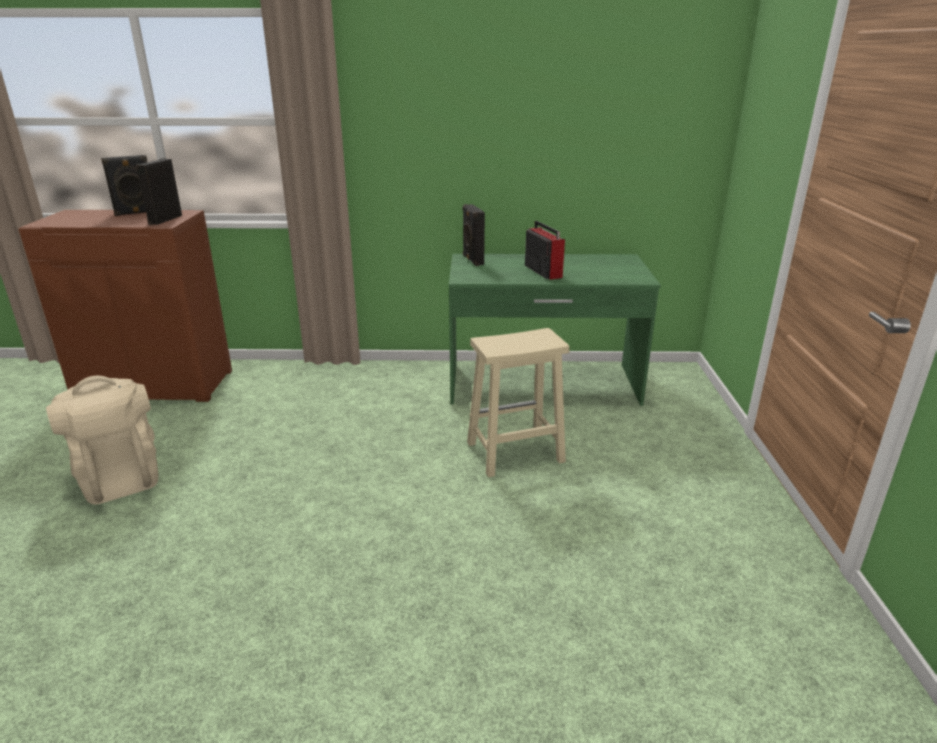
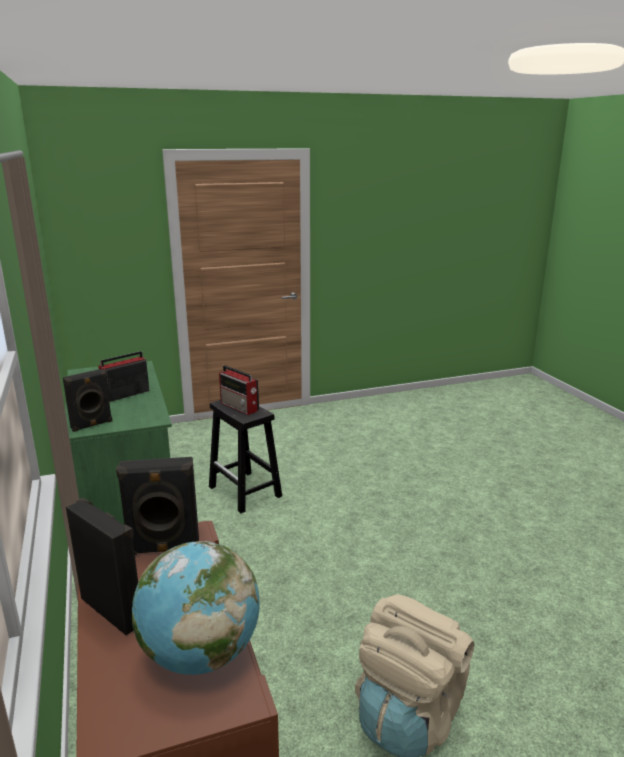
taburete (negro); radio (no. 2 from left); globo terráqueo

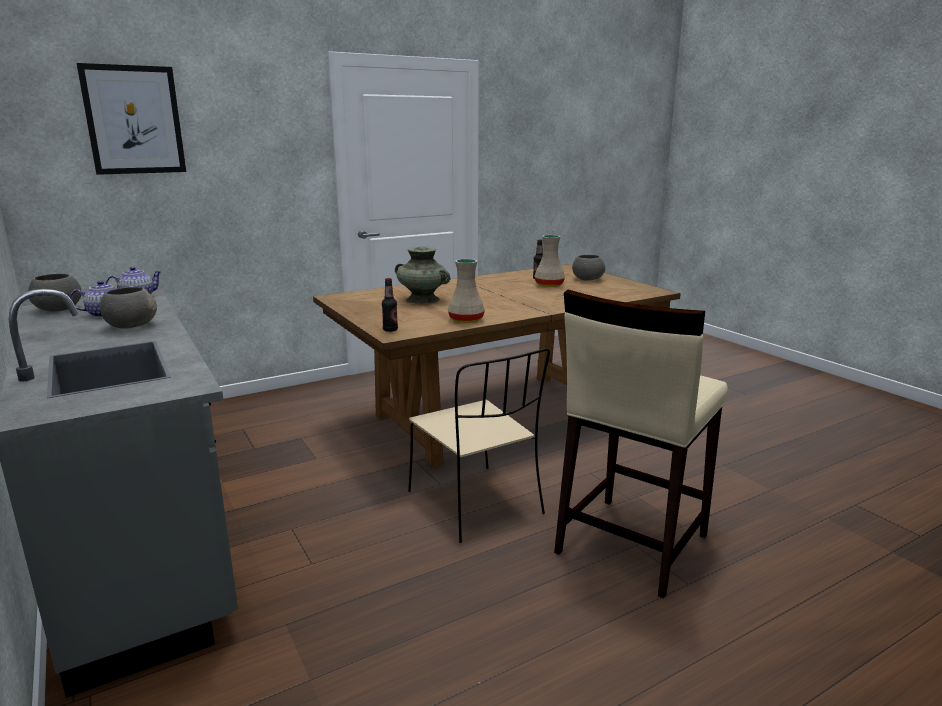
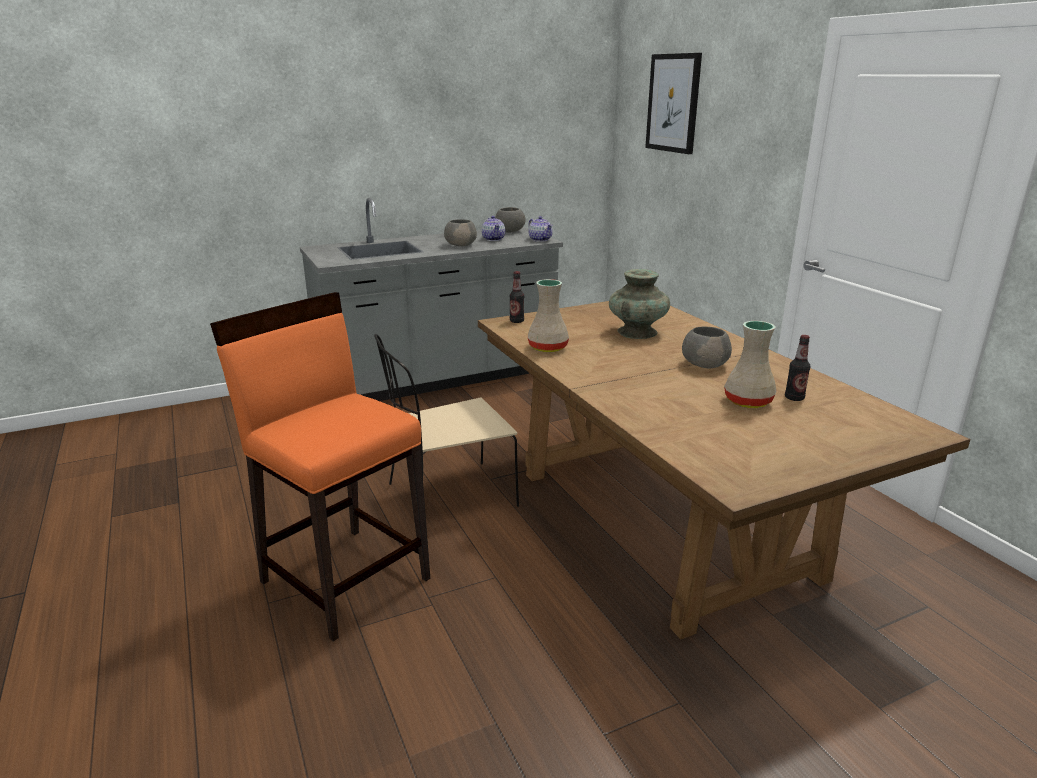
cuenco (gris) (no. 3 from left); taburete (naranja)

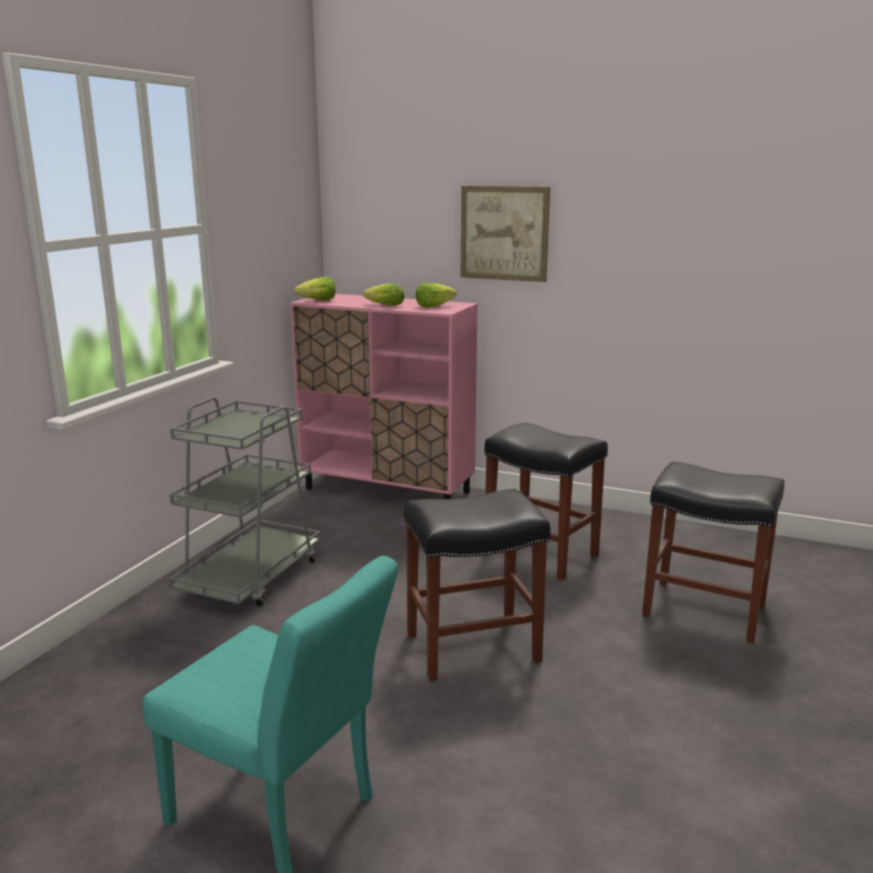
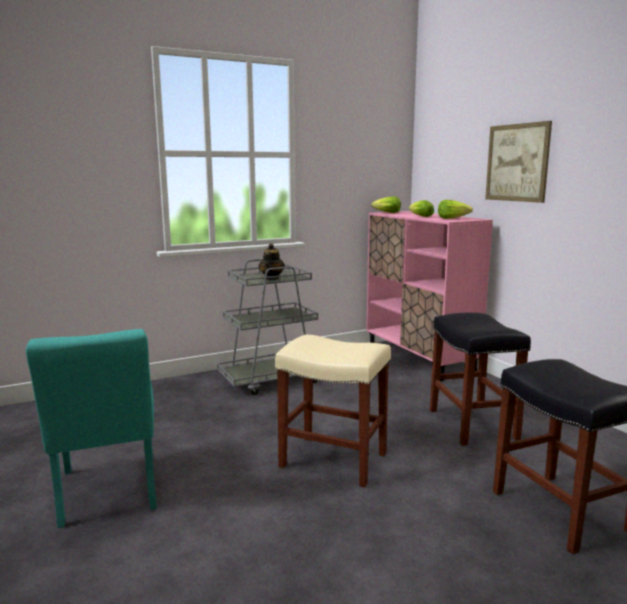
taburete (beis); tetera

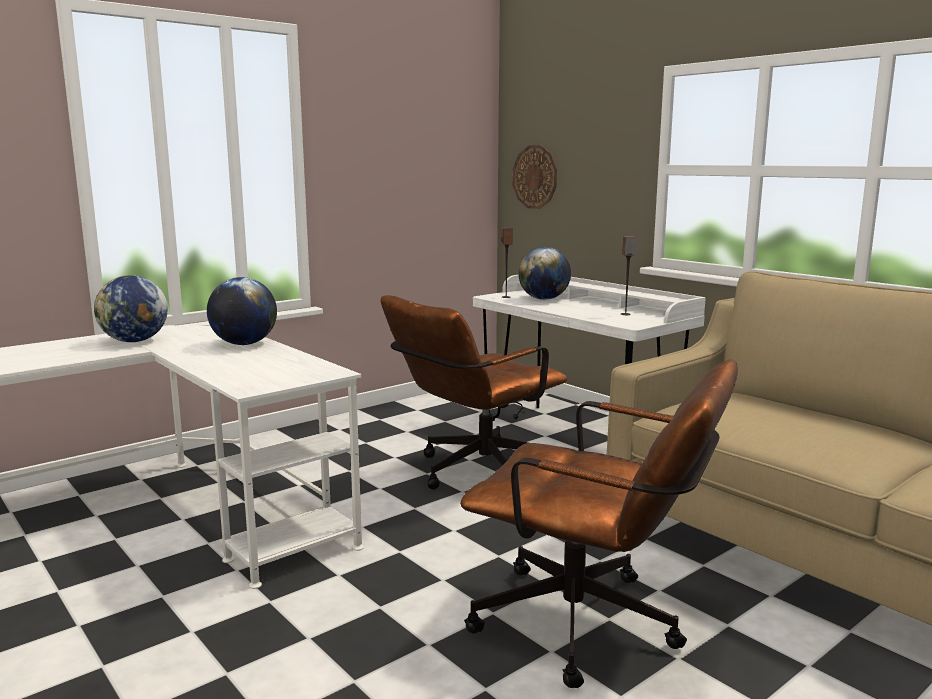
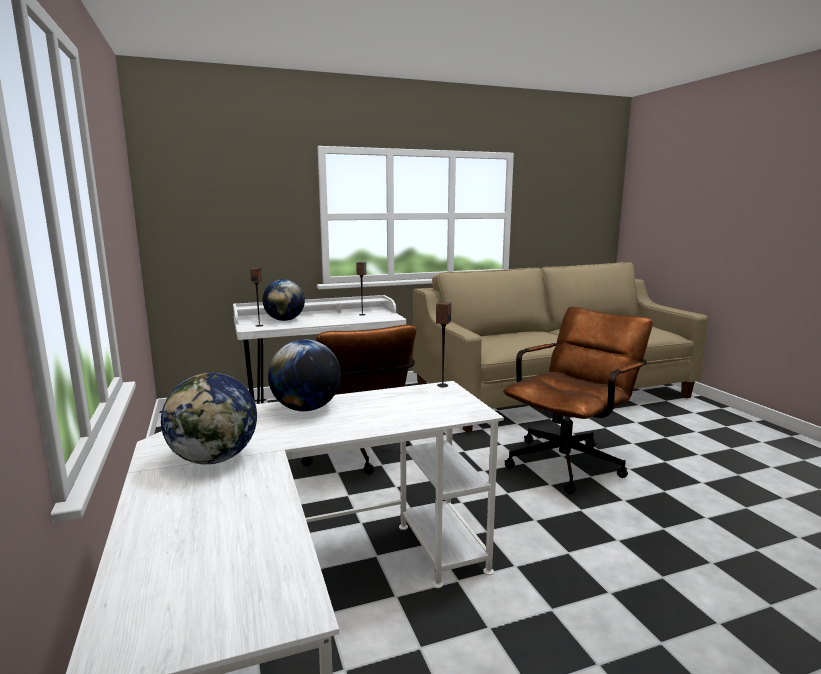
reloj de pared; altavoz (no. 3 from left)

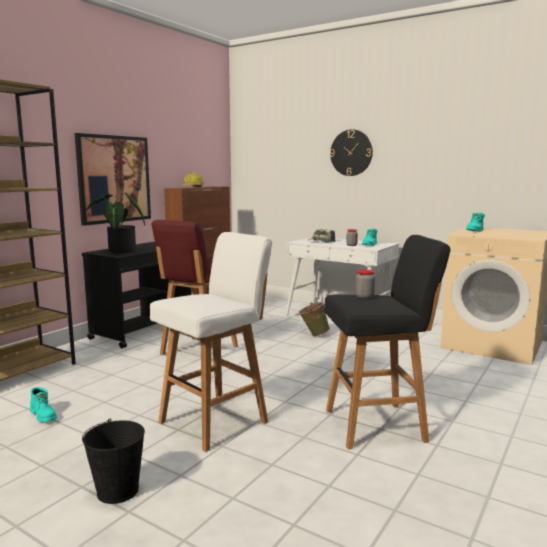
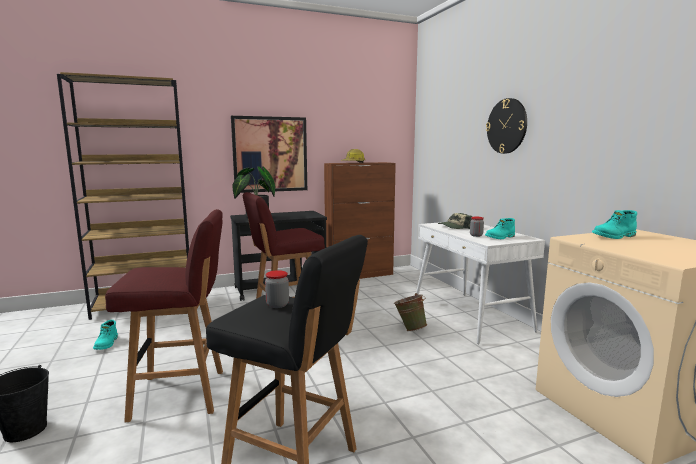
taburete (rojo) (no. 1 from left)

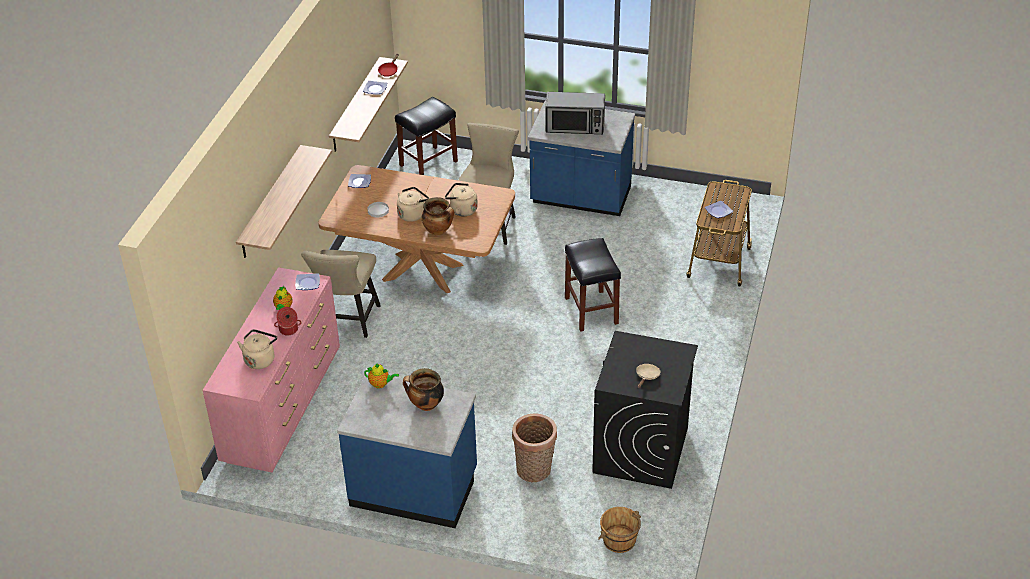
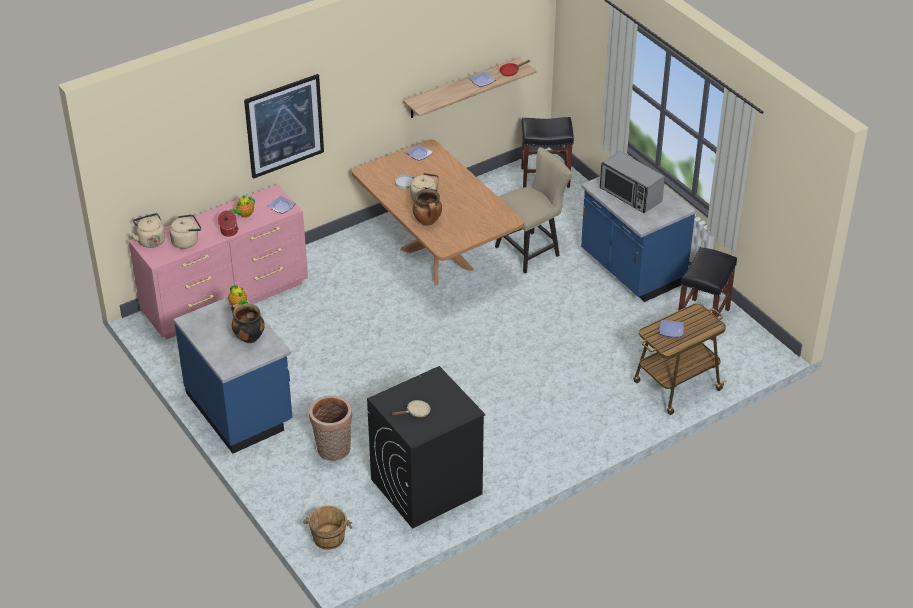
cuadro; hervidor (beis) (no. 1 from left); taburete (negro) (no. 2 from left); silla (beis) (no. 1 from left in the first image)

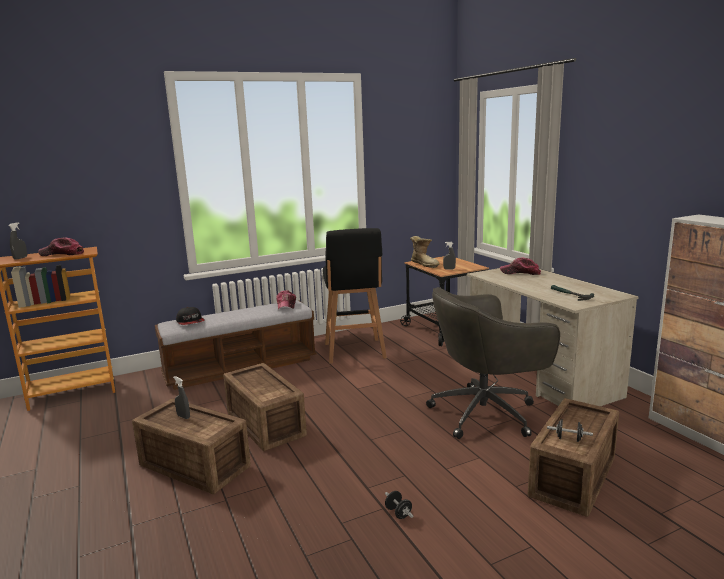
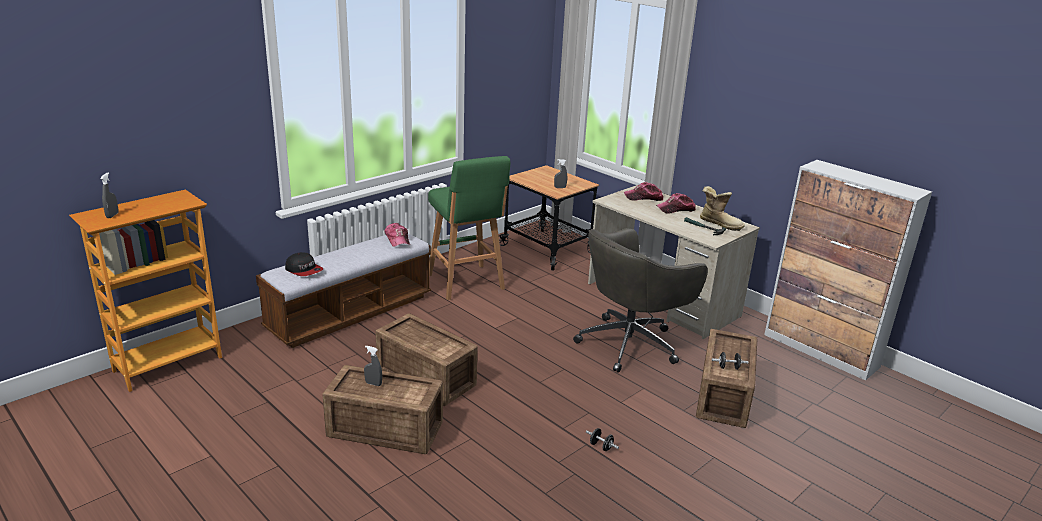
taburete (verde); bota; gorra (no. 4 from left)

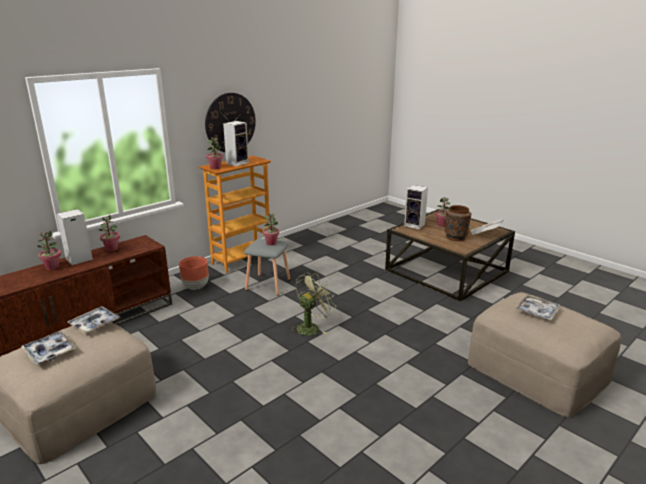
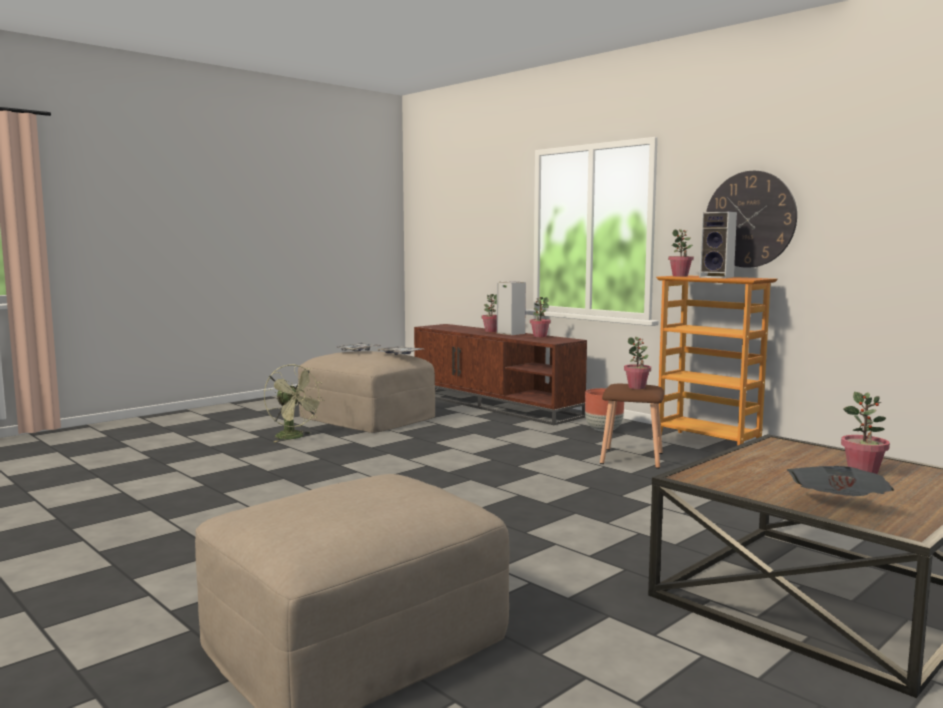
altavoz (no. 3 from left in the first image); florero (marrón); taburete (marrón); ventilador (verde); bandeja (no. 3 from left in the first image)

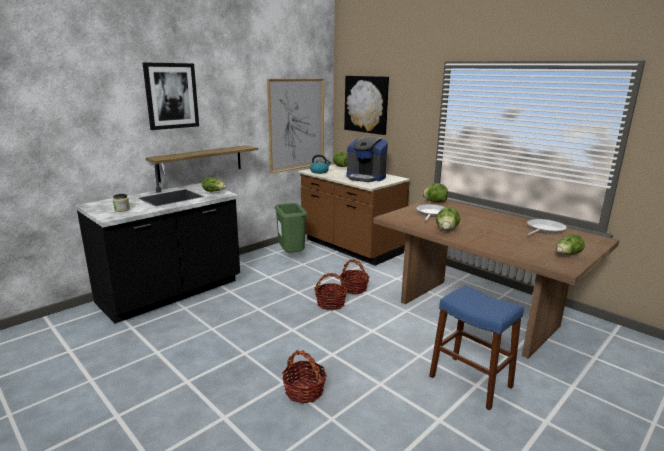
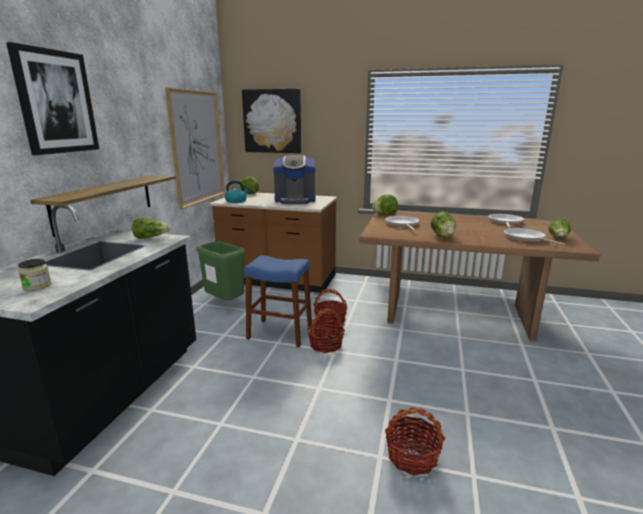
taburete (azul); sartén (no. 3 from left)

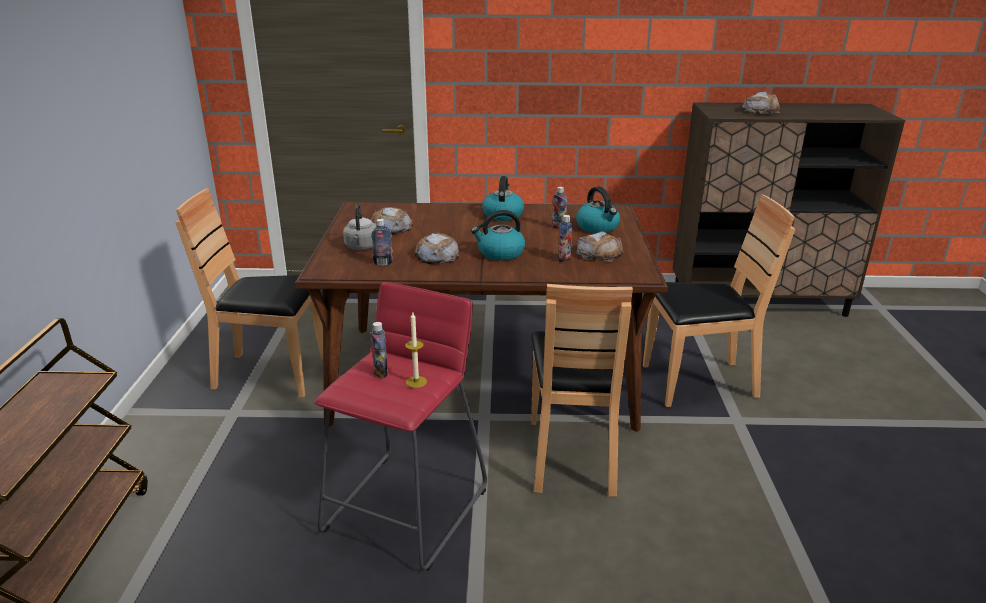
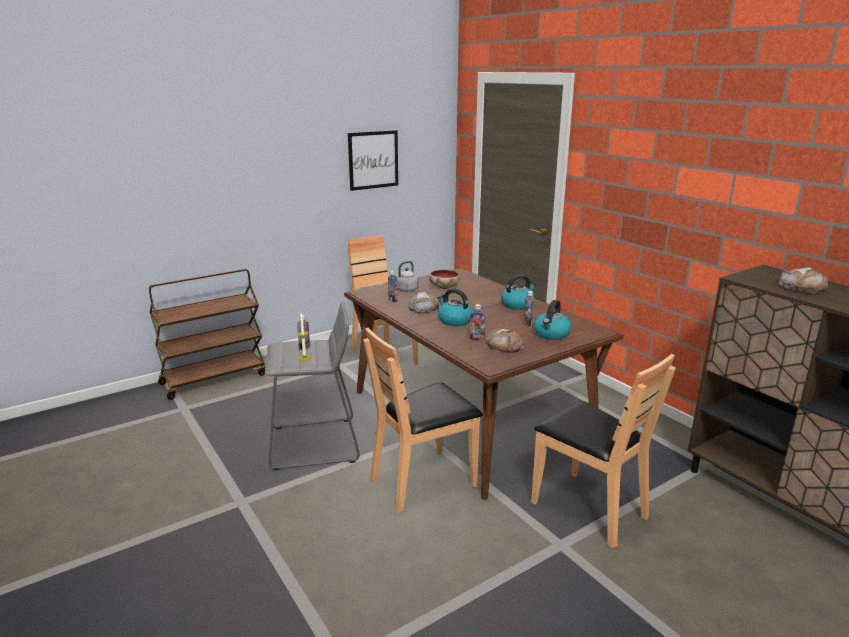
cuenco; taburete (gris); cuadro

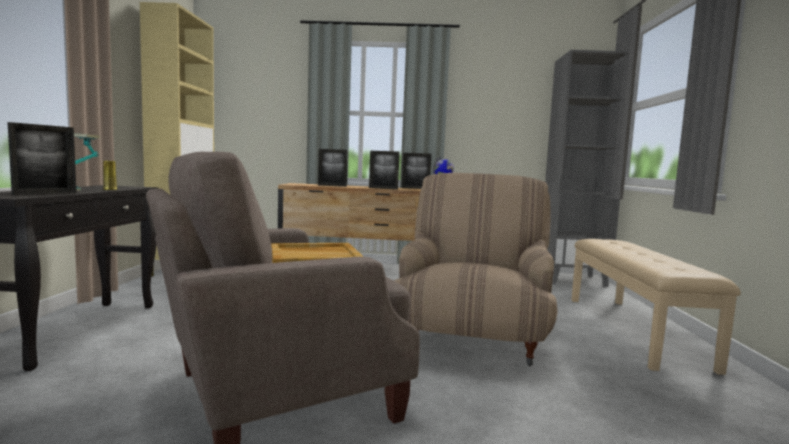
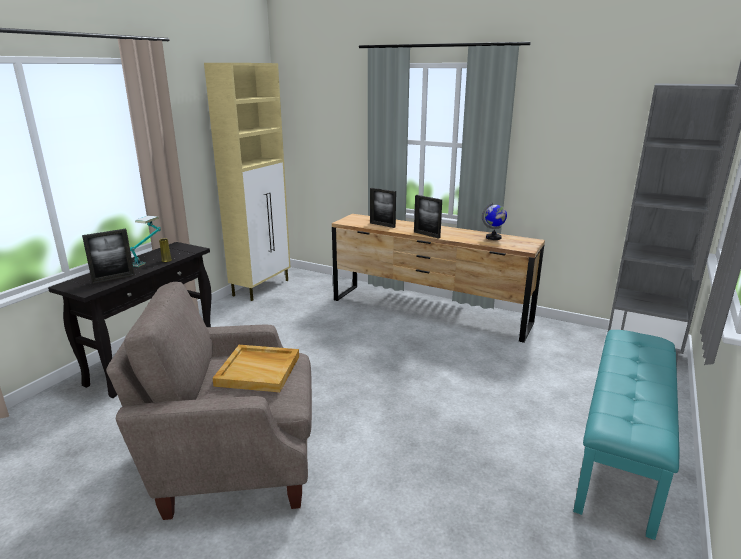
portarretratos (no. 4 from left in the first image); sillón (beis) (no. 2 from left in the first image); banco (turquesa)

